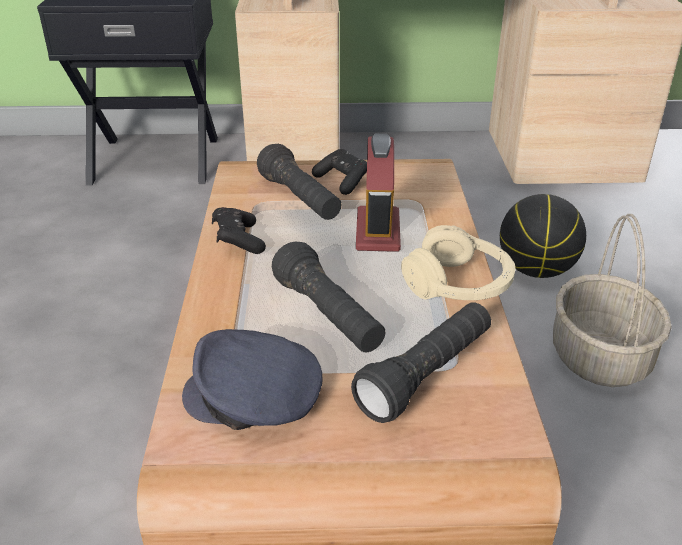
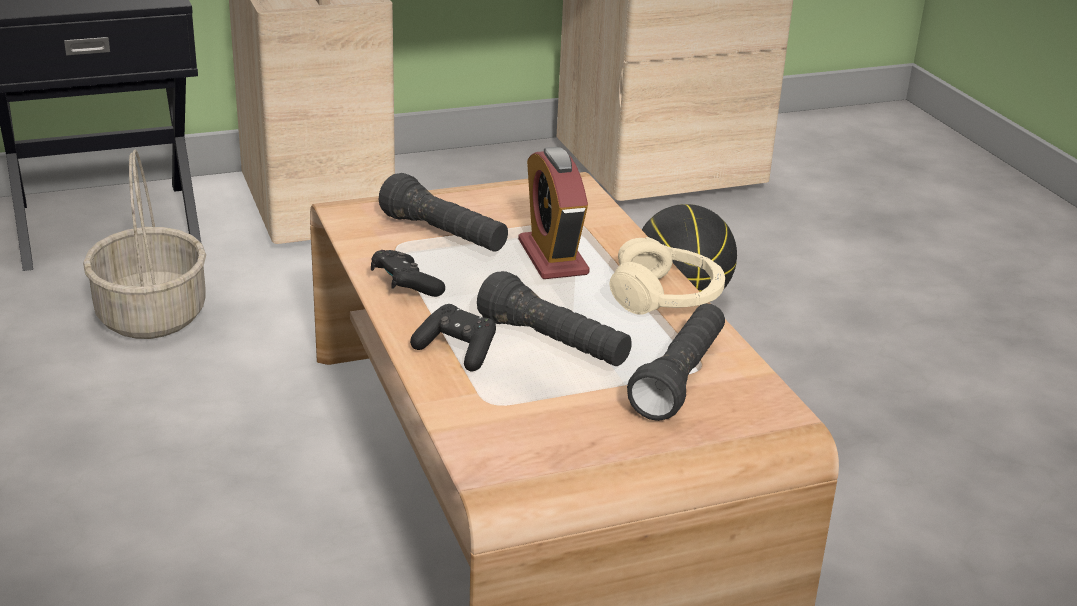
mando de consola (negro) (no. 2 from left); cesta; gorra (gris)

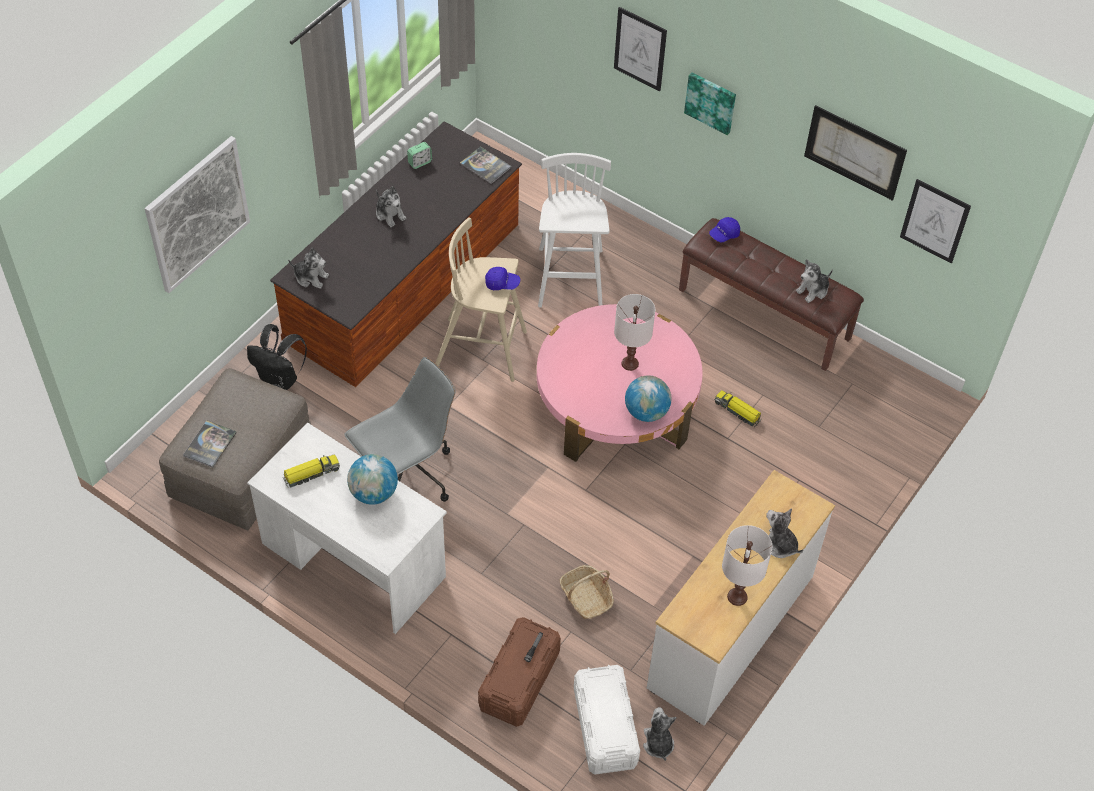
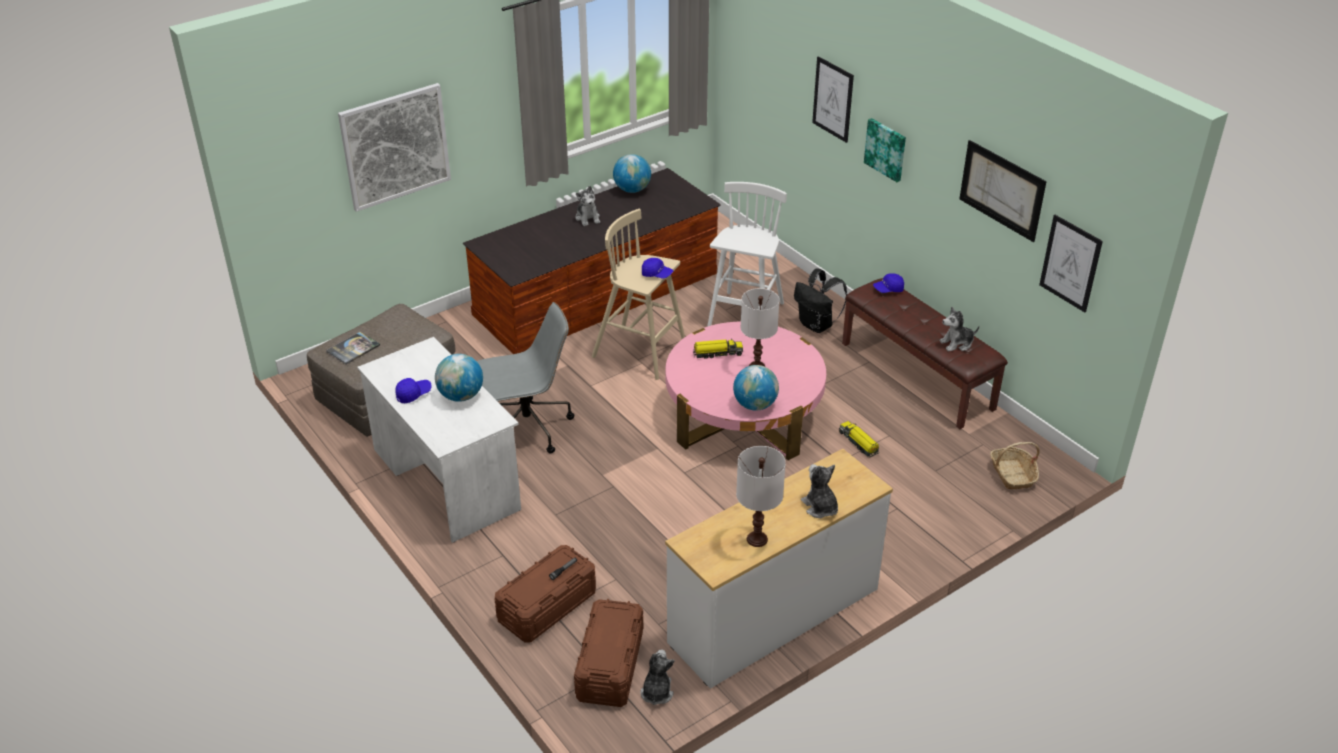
globo terráqueo (no. 2 from left); libro (no. 2 from left in the first image); peluche (no. 1 from left in the first image); mochila (negro); camión de juguete (no. 1 from left); cesta; caja de almacenaje (marrón) (no. 2 from left); gorra (azul) (no. 1 from left)

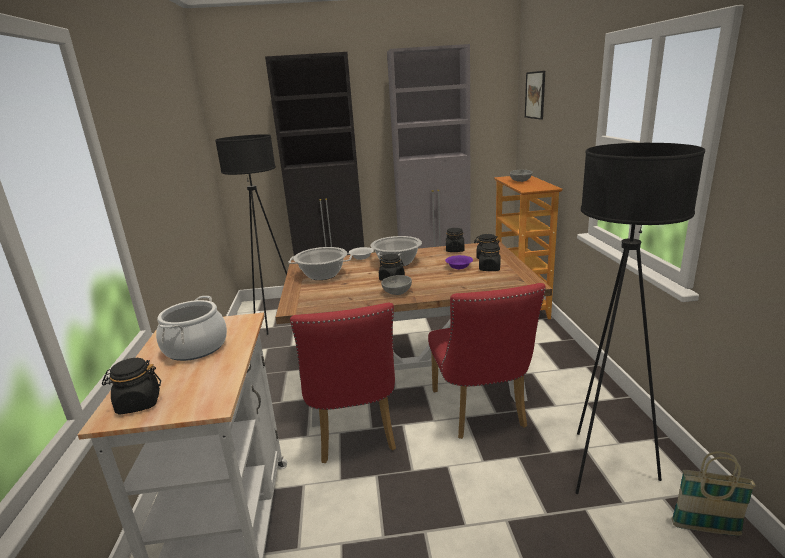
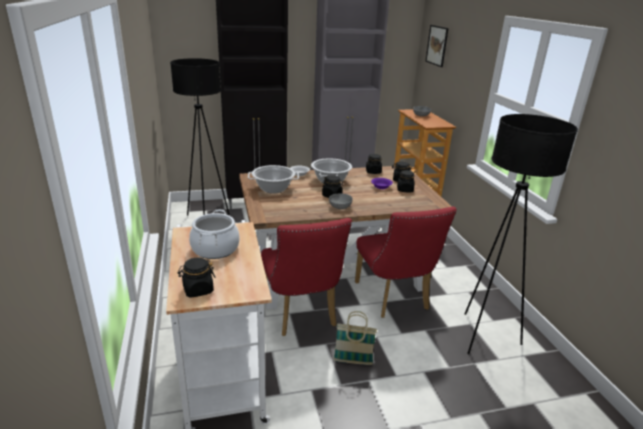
cesta

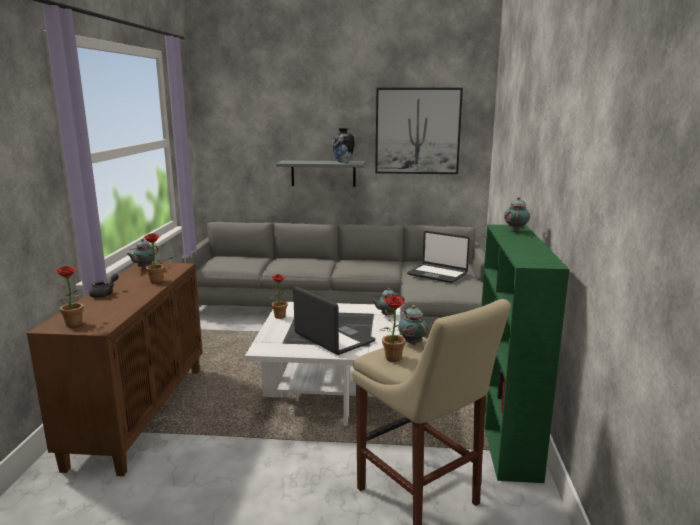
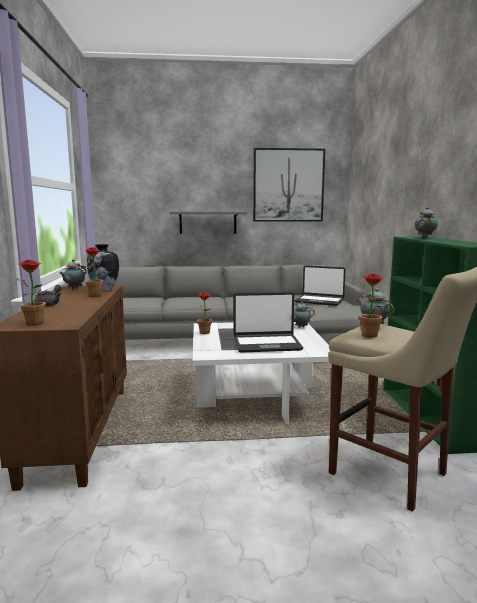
florero; portátil (no. 1 from left)

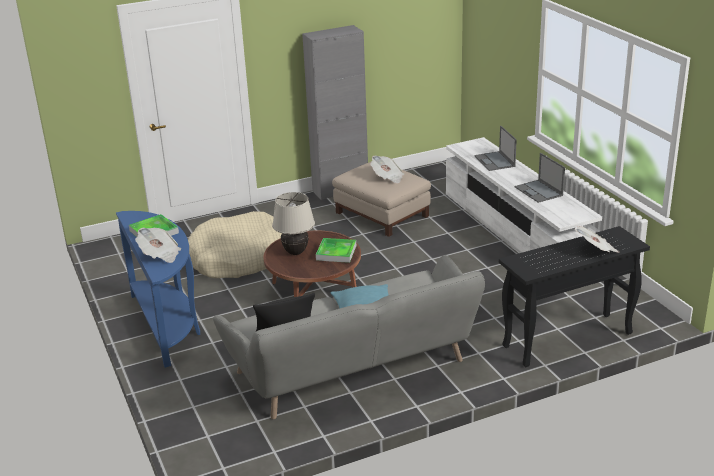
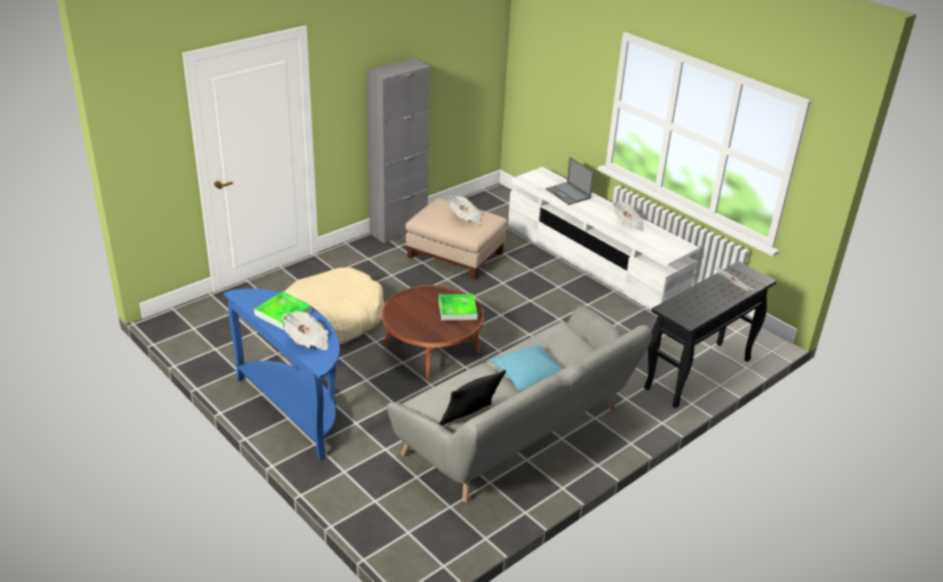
periódico (no. 3 from left); lámpara de mesa (beis)

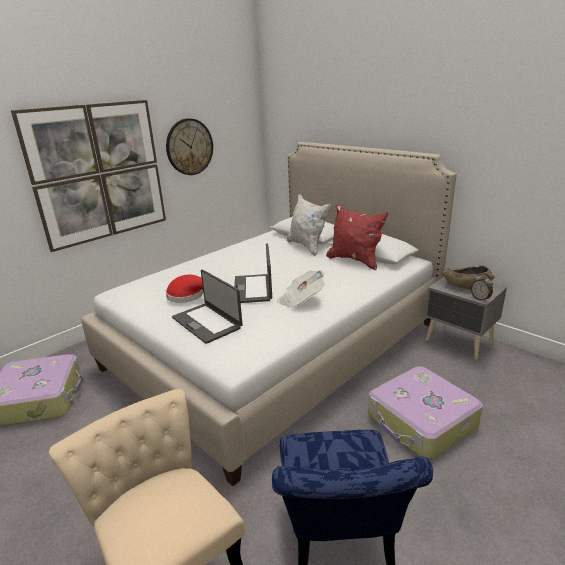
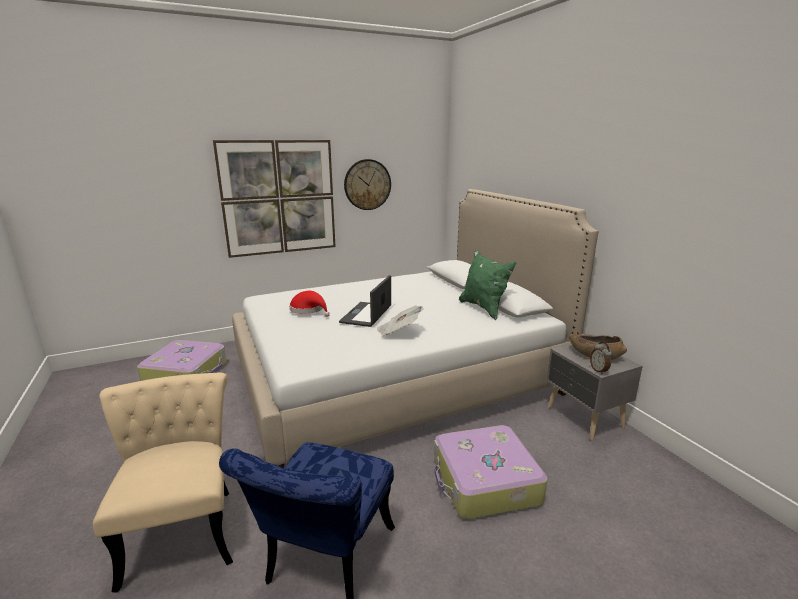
cojín (blanco); cojín (verde); portátil (no. 1 from left in the first image)

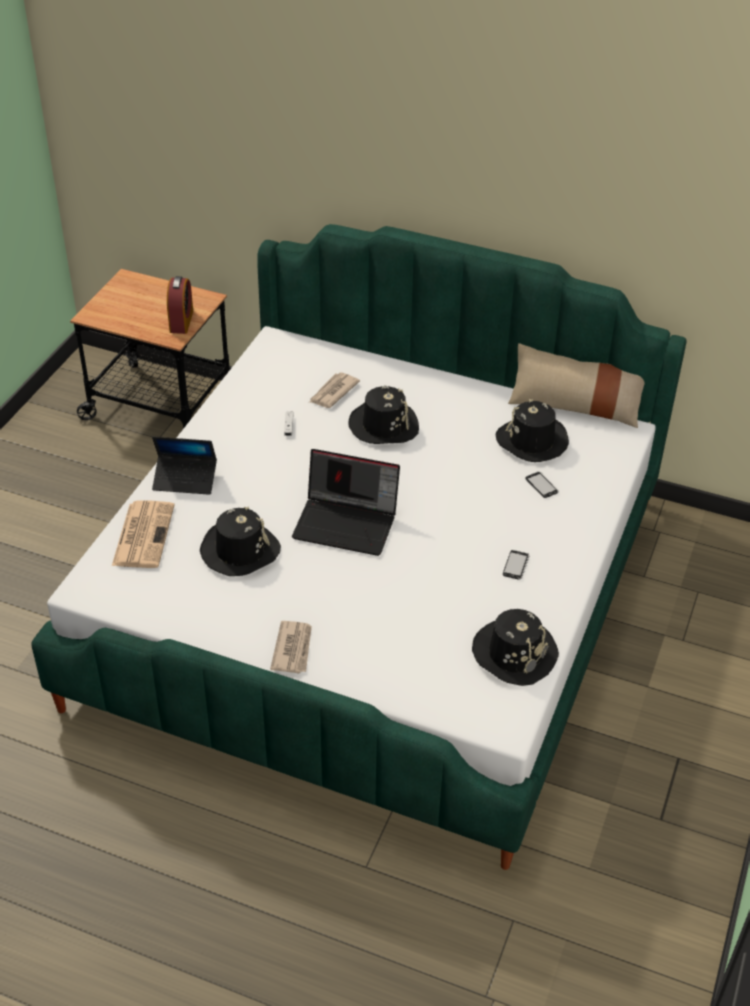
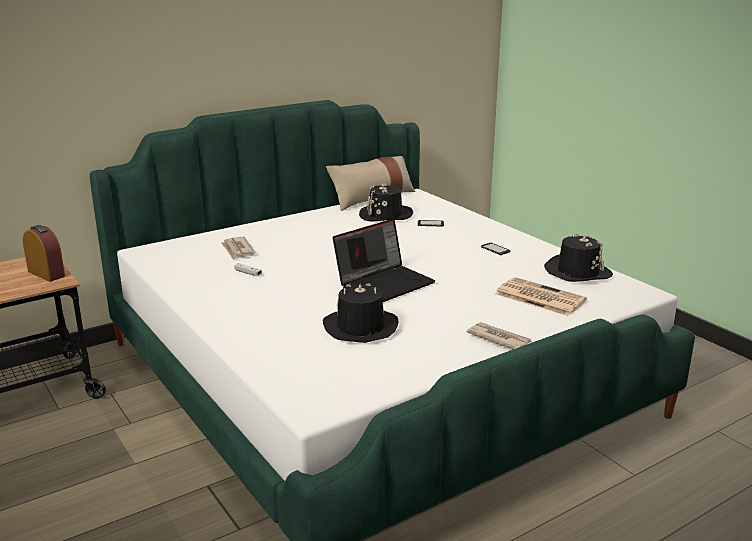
sombrero (negro) (no. 2 from left in the first image); portátil (no. 1 from left in the first image); periódico (no. 3 from left)

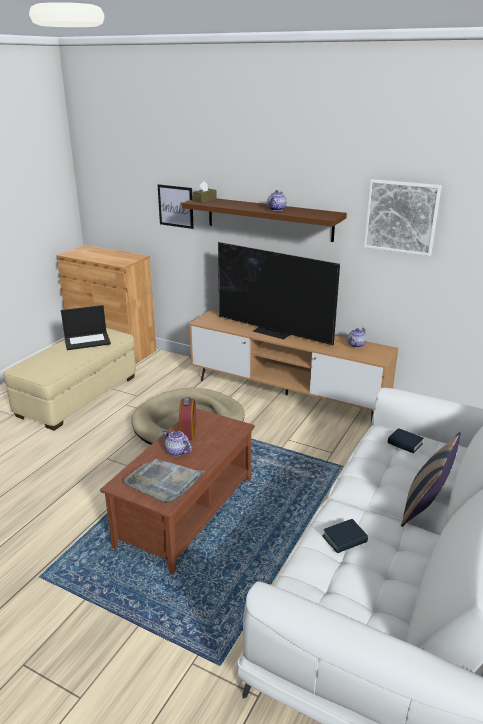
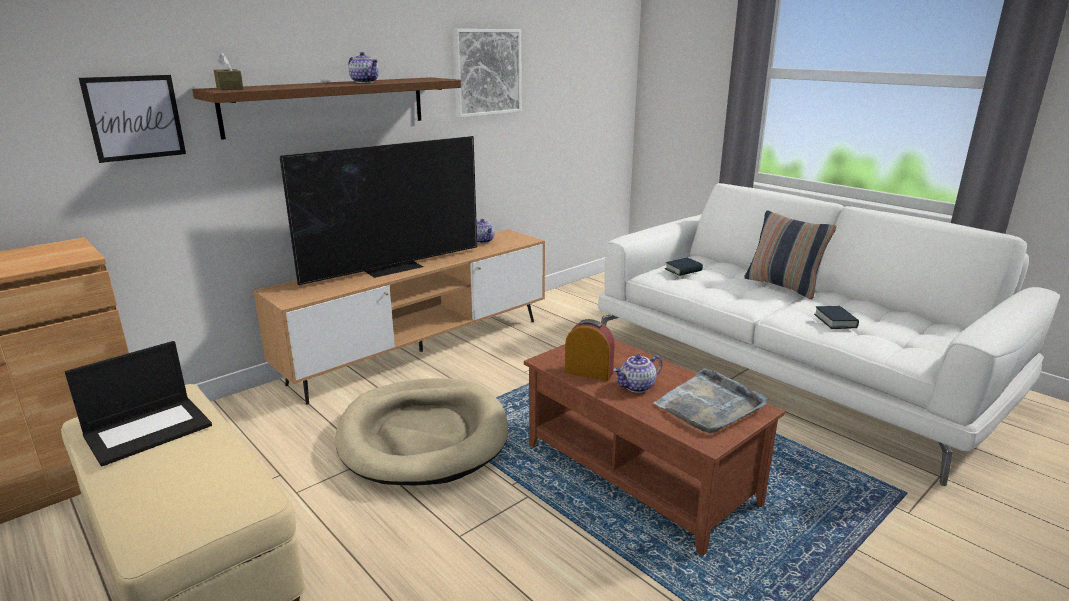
portátil

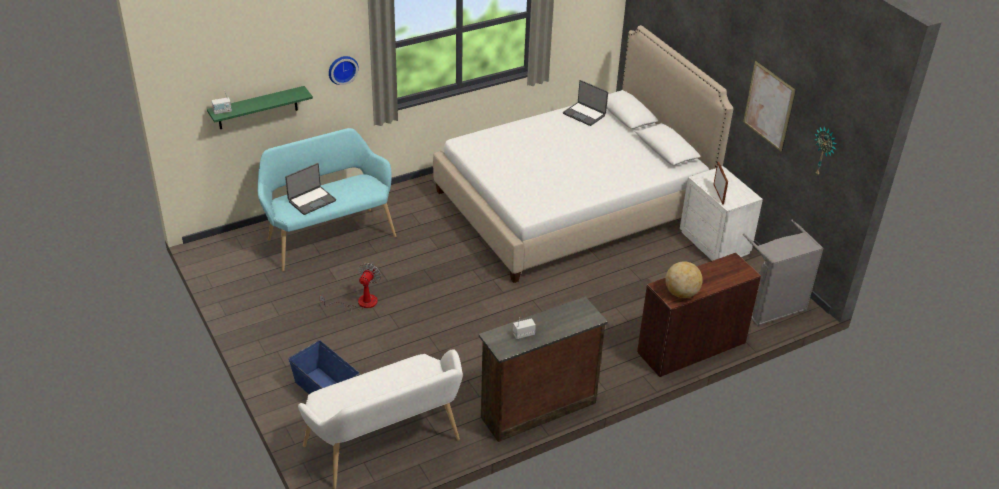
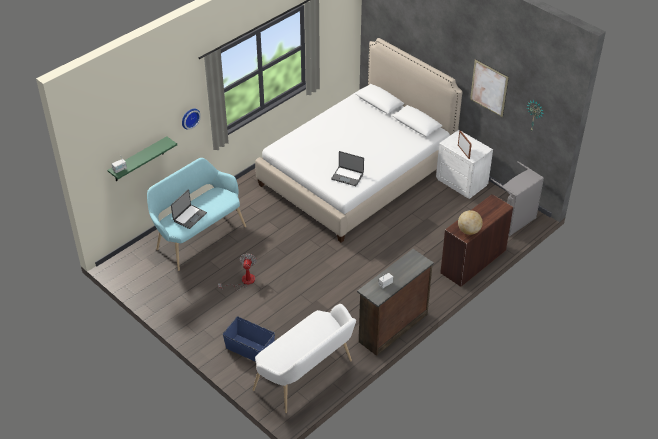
portátil (no. 2 from left)

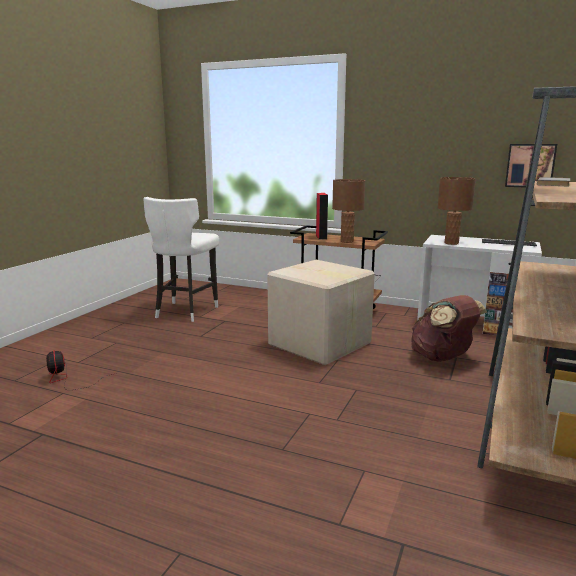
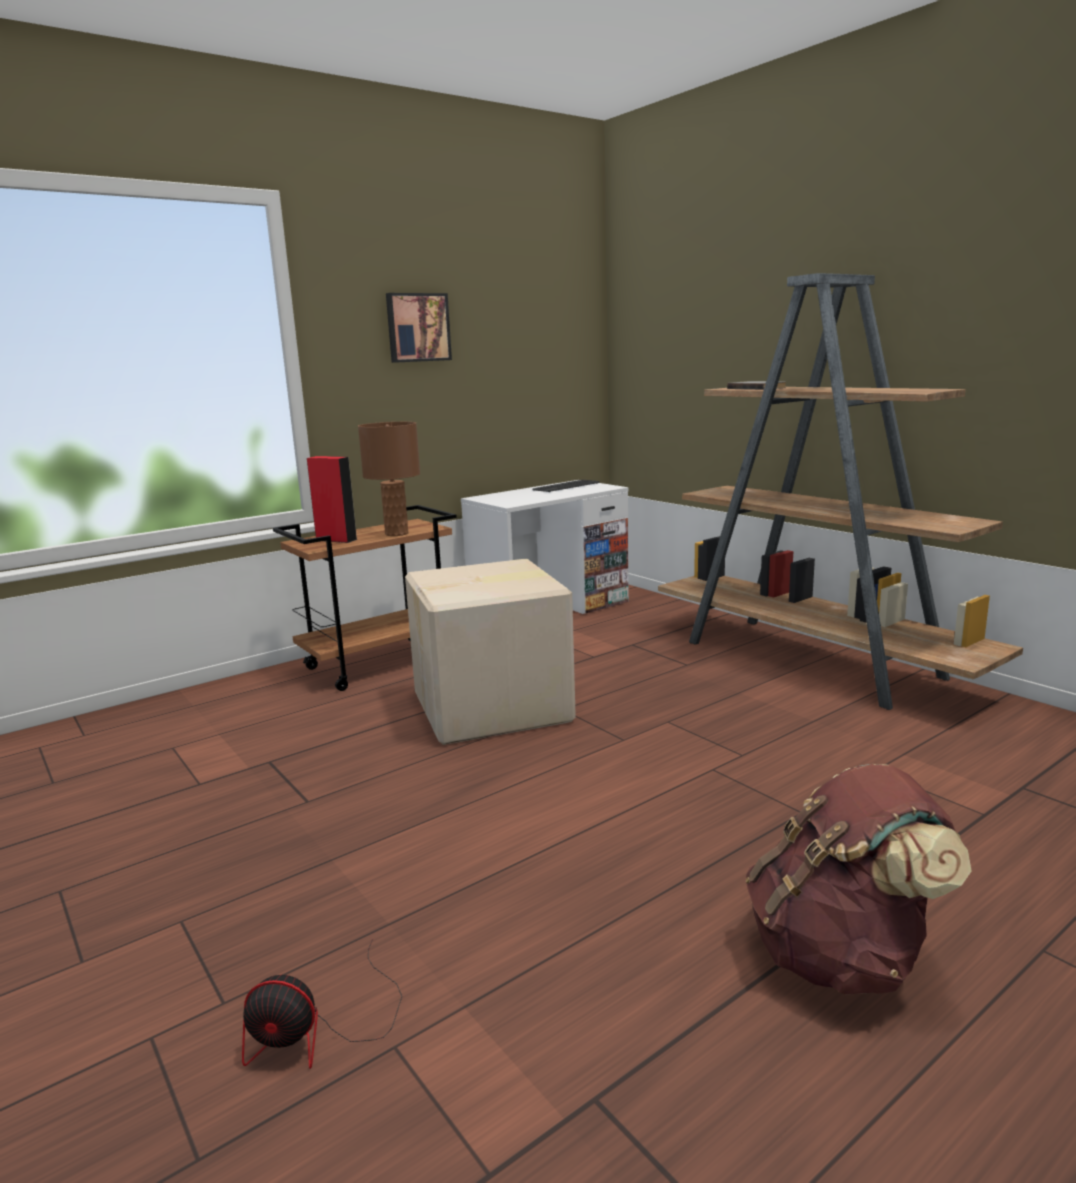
cuadro; lámpara de mesa (marrón) (no. 2 from left in the first image); taburete (blanco); mochila (marrón)

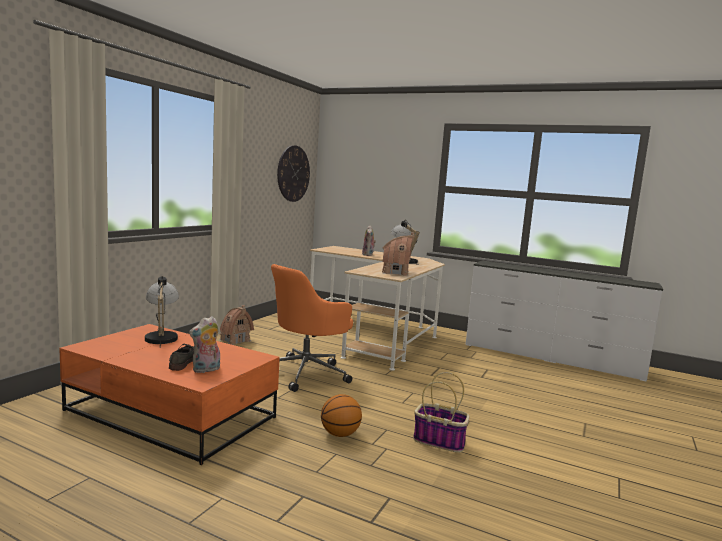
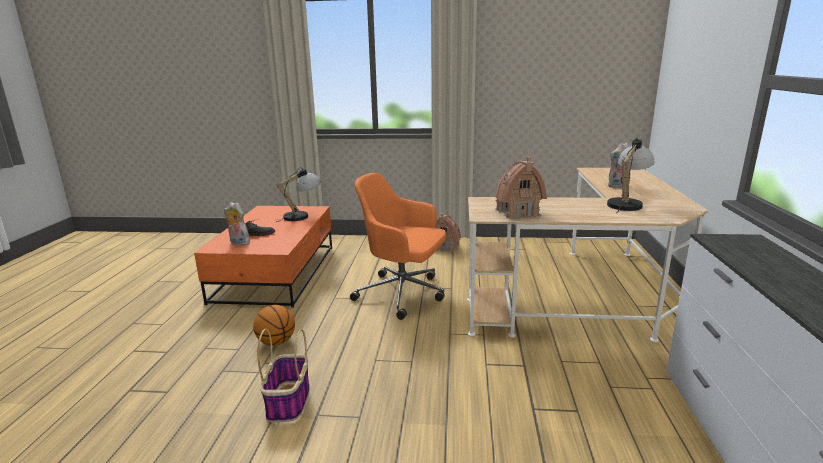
reloj de pared

